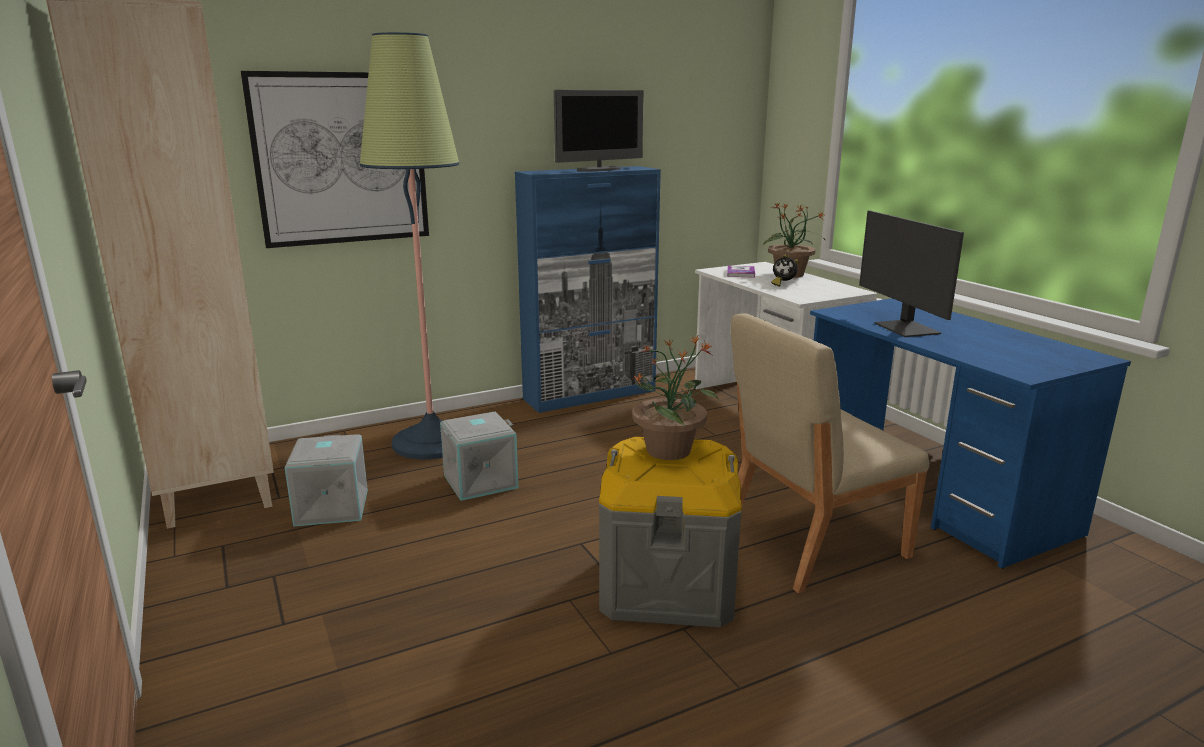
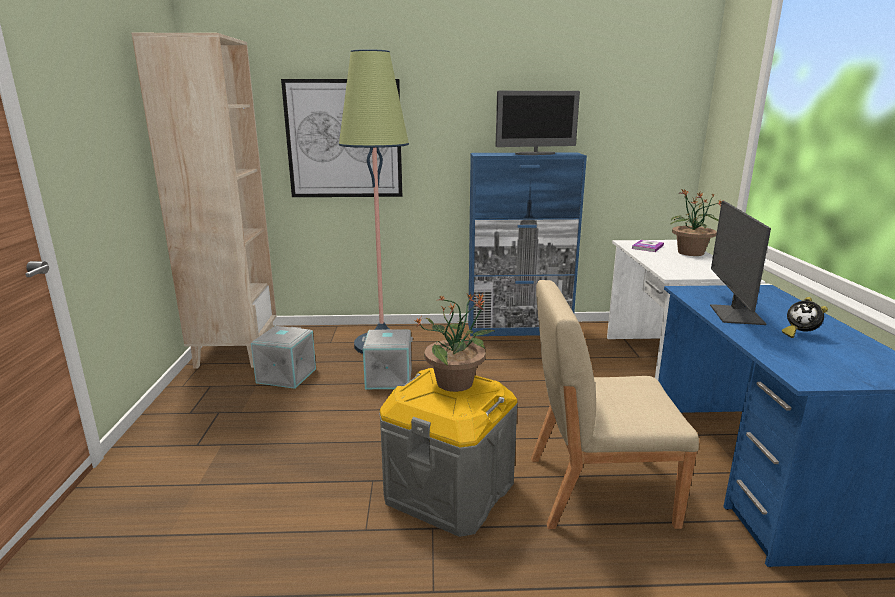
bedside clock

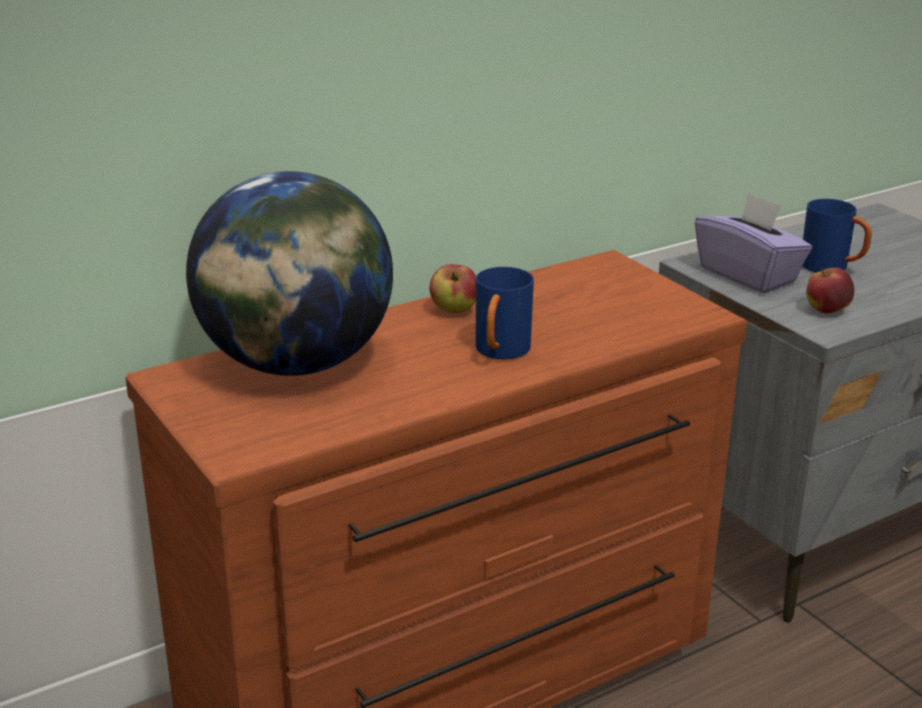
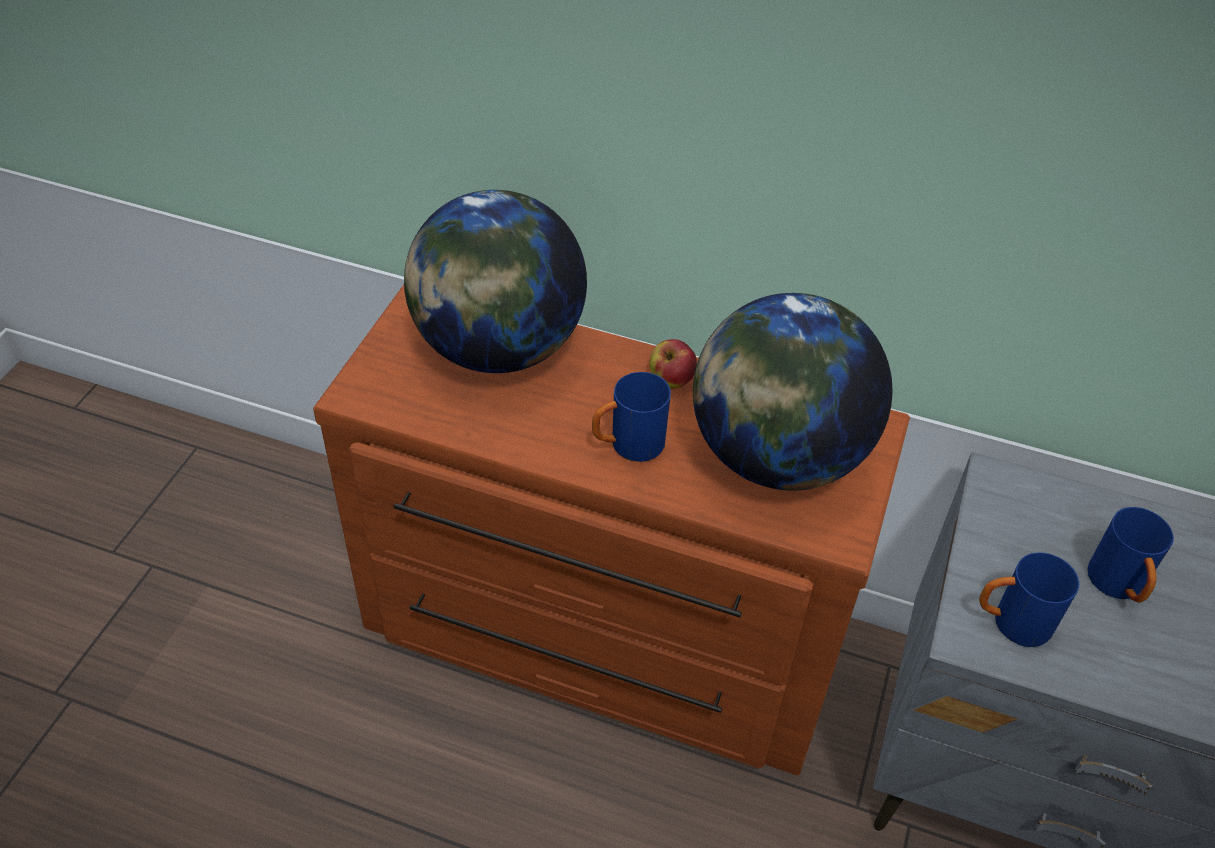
desk globe (no. 2 from left)
tea mug in bluish (no. 2 from left)
tissue box in purple

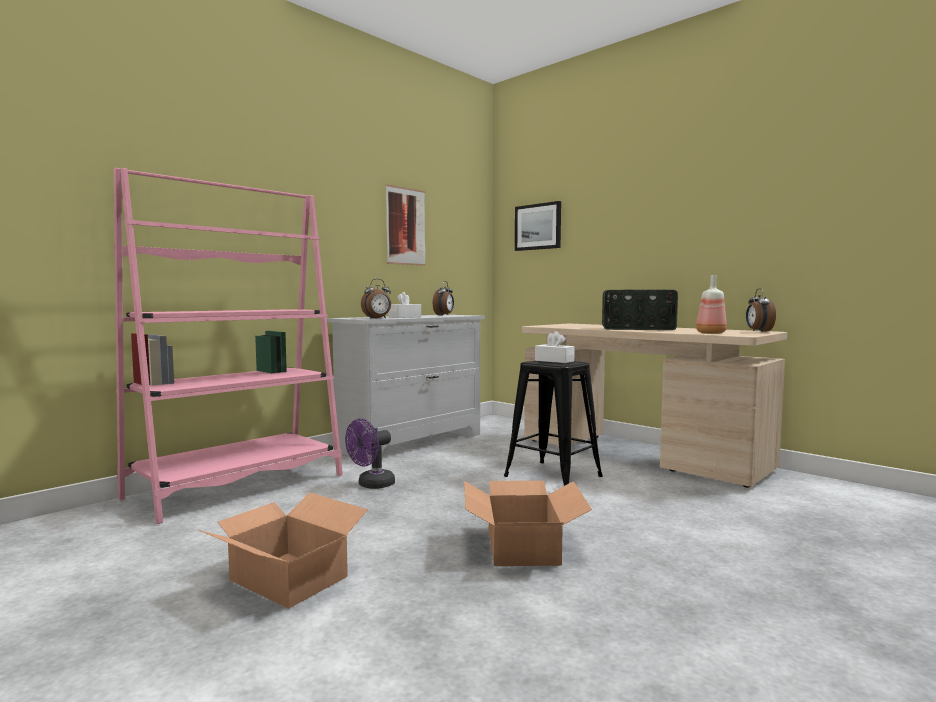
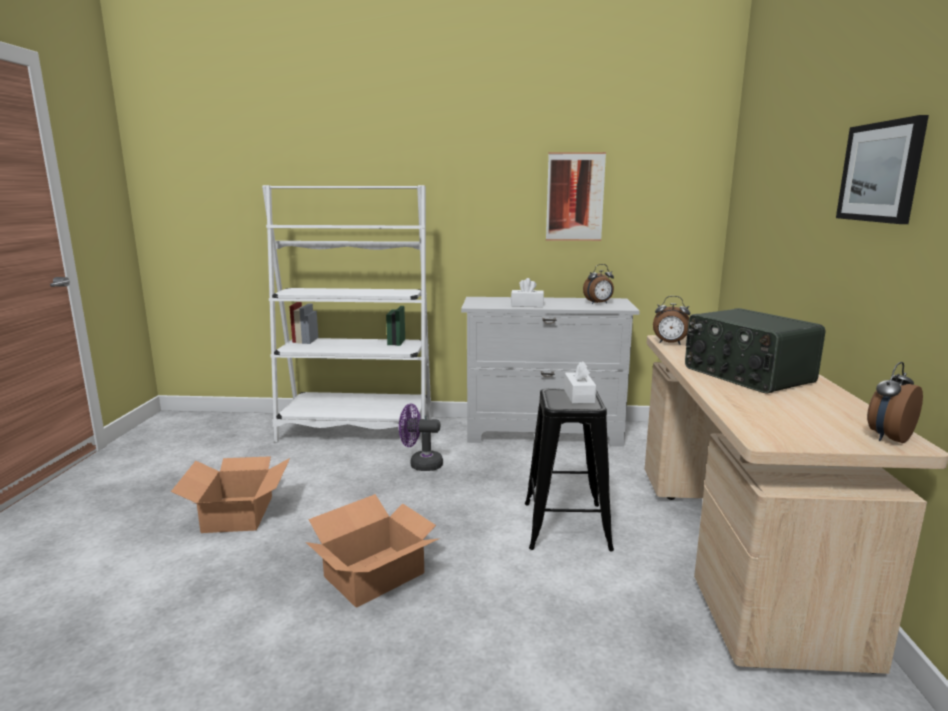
bookcase in white
bedside clock (no. 2 from left)
wall art (no. 2 from left)
bottle

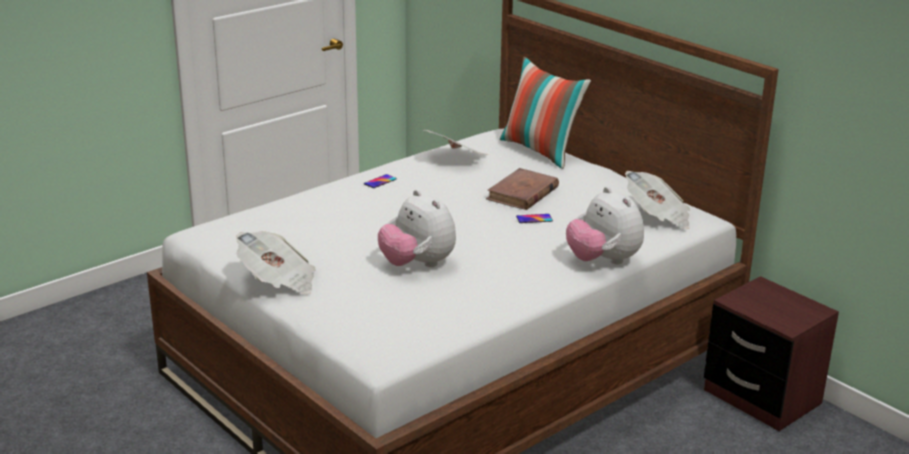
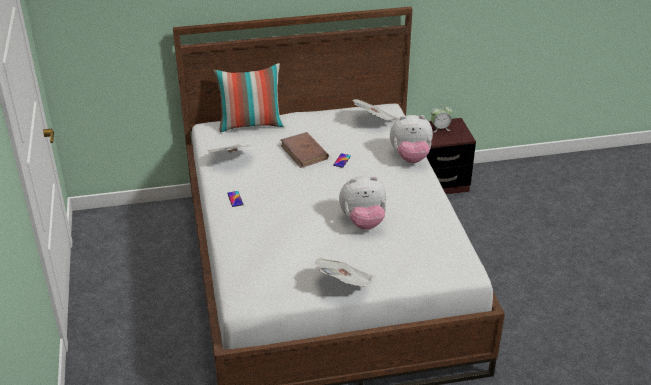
bedside clock

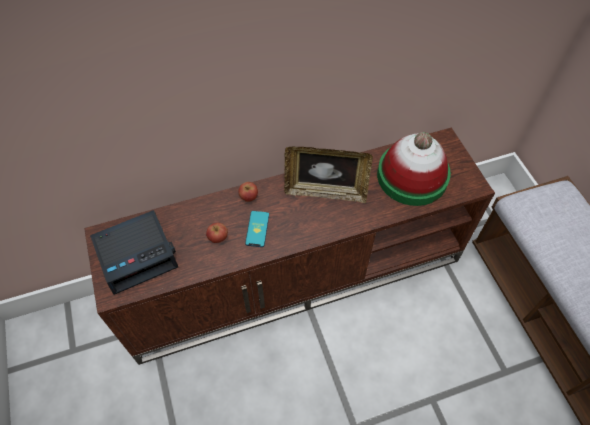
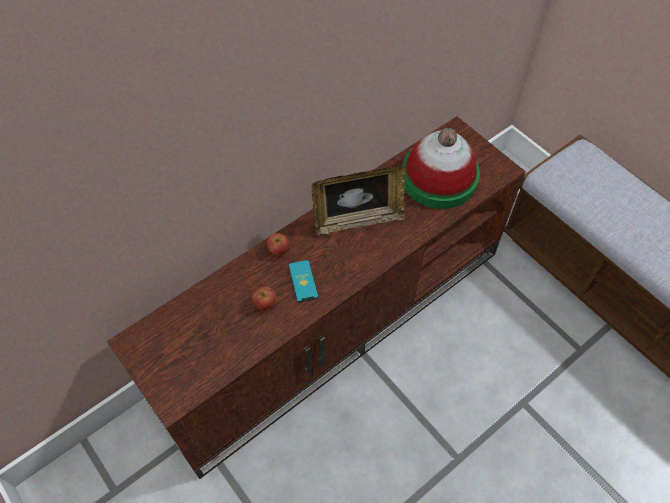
bedside clock

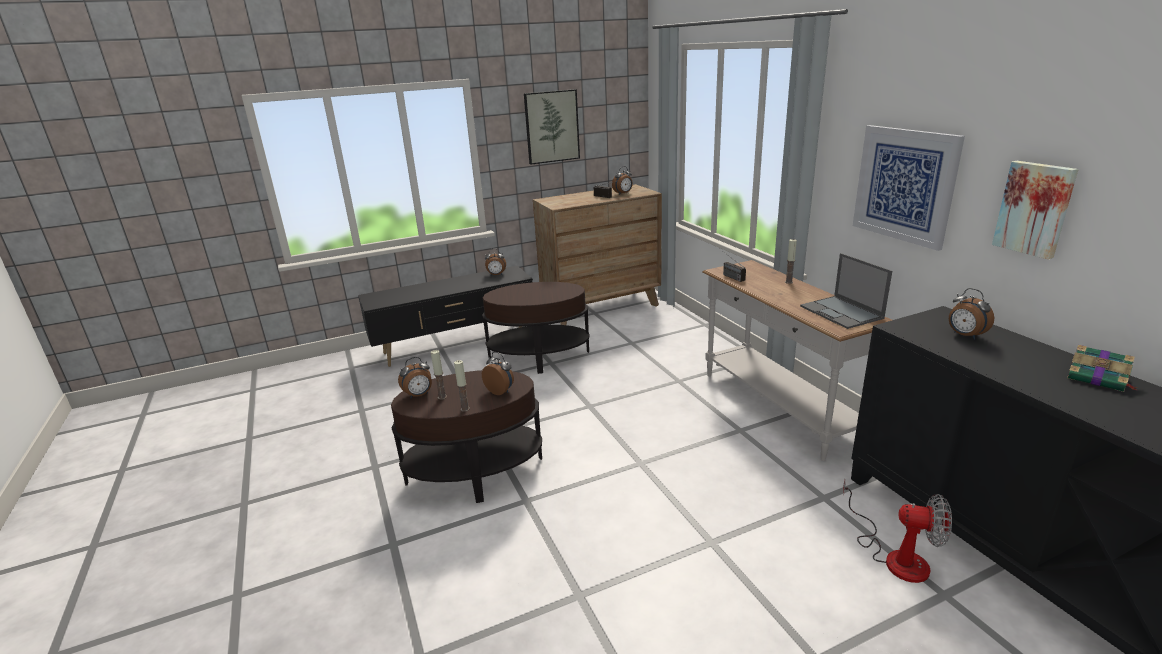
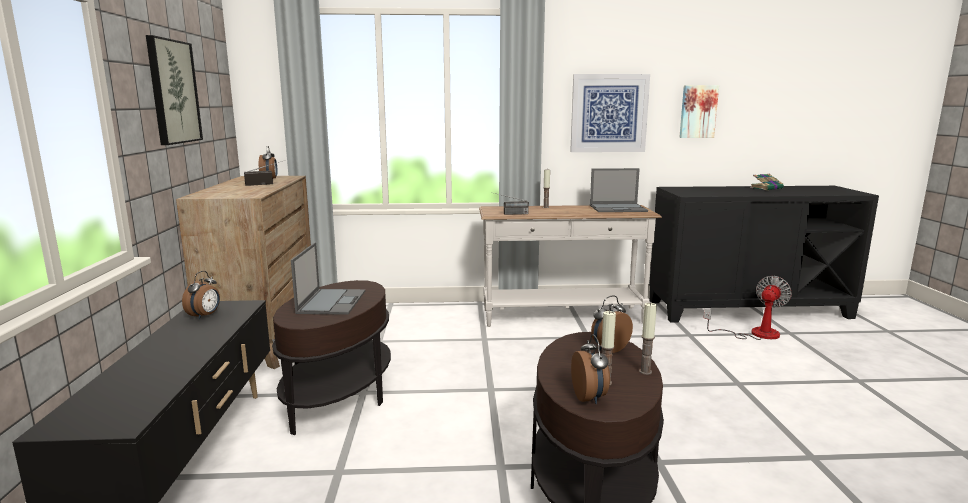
laptop (no. 1 from left)
bedside clock (no. 5 from left in the first image)

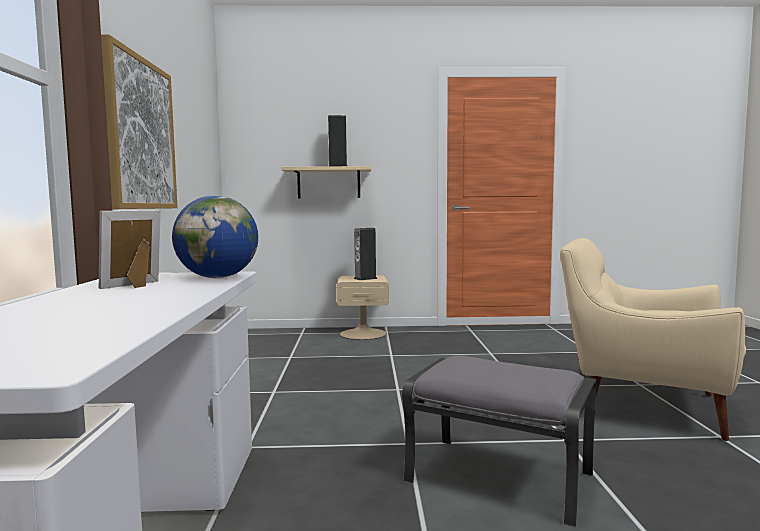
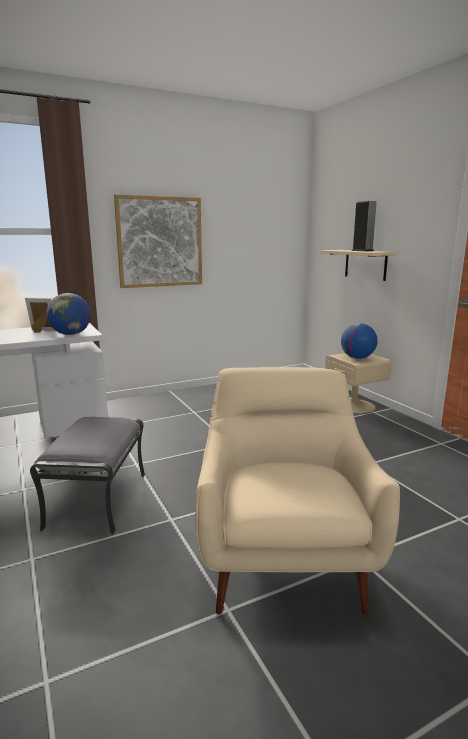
desk globe (no. 2 from left)

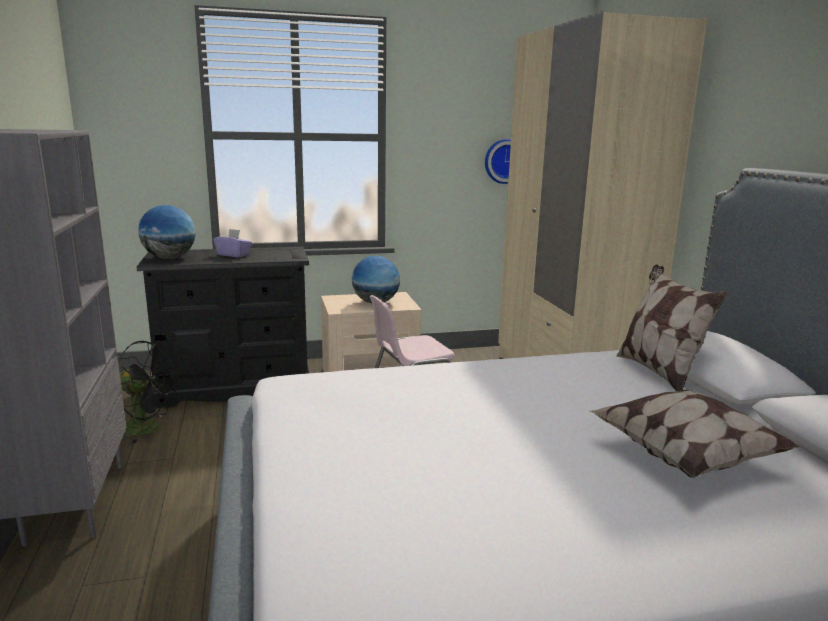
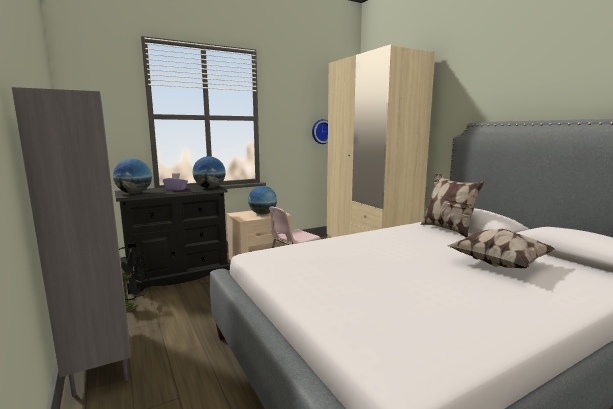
desk globe (no. 2 from left)

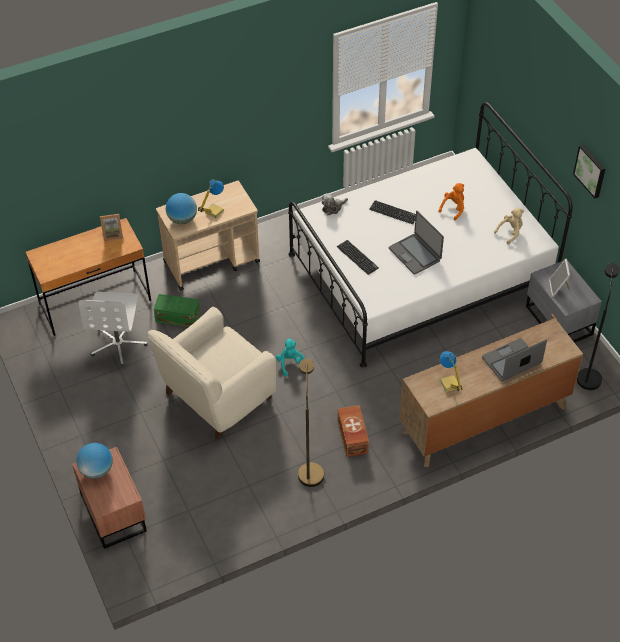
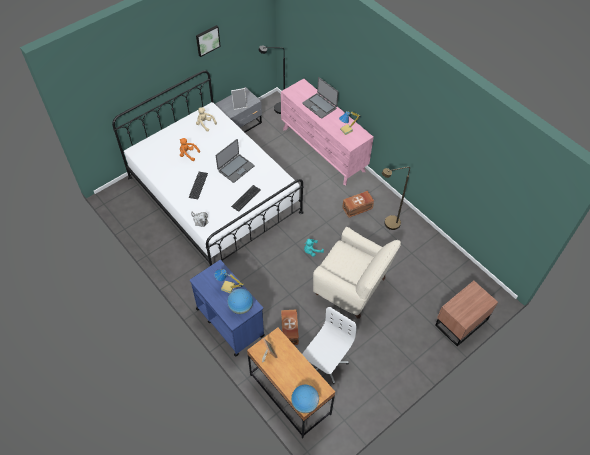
cart in bluish
chest of drawers in pink-coloured
storage box in brownish (no. 1 from left)
desk globe (no. 2 from left)
office chair in white

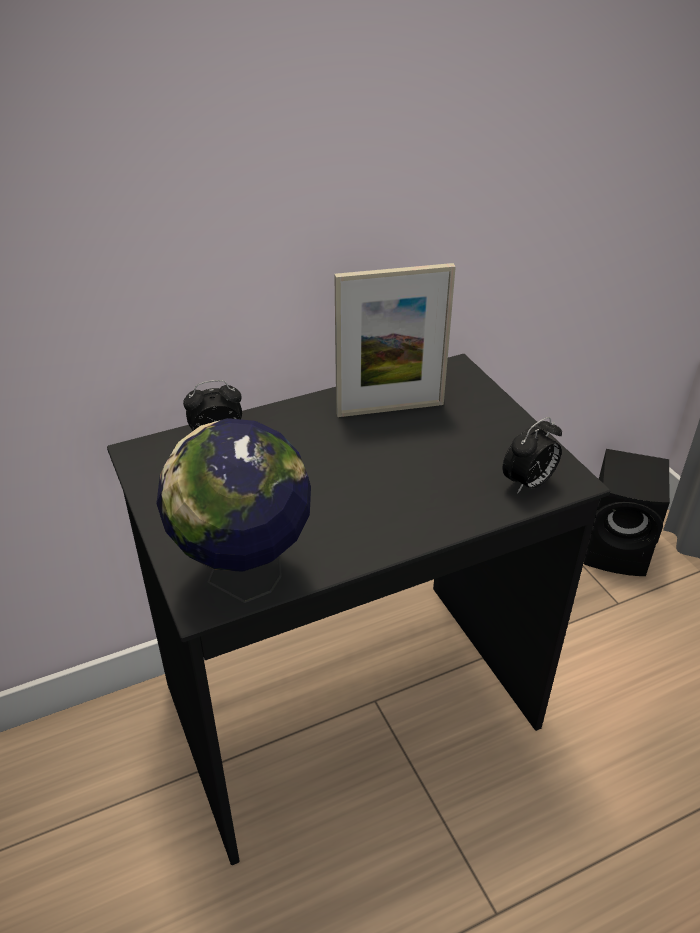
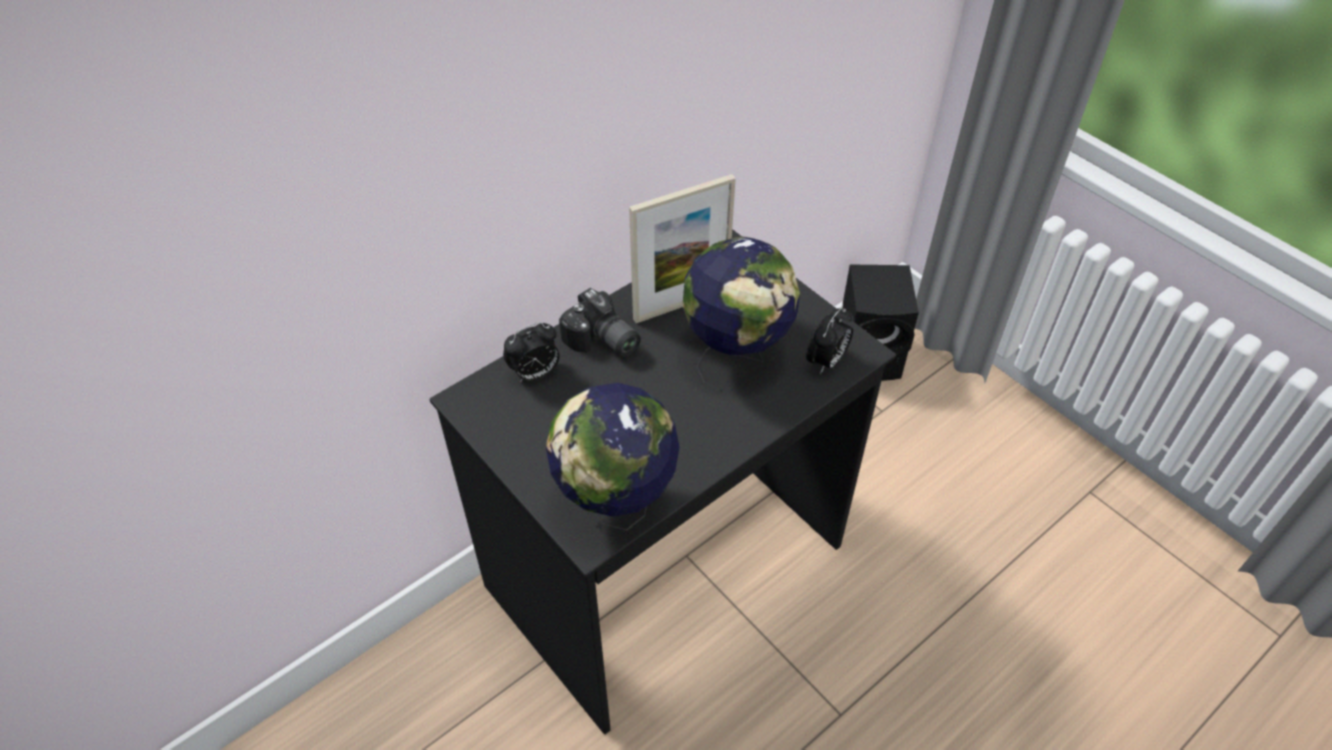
photo camera
desk globe (no. 2 from left)

